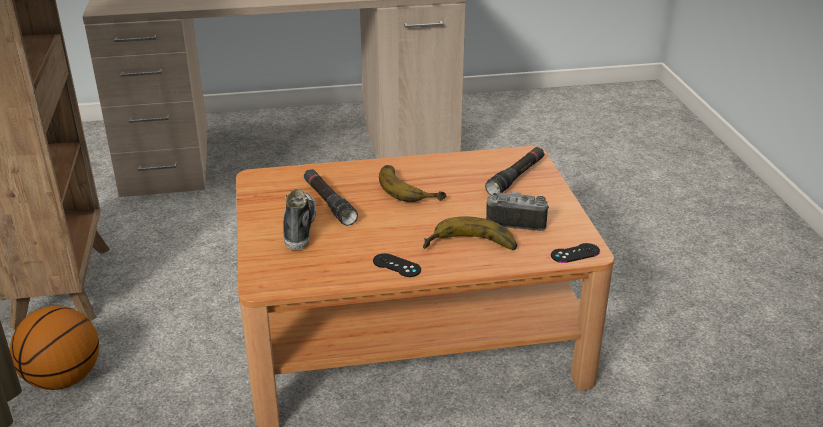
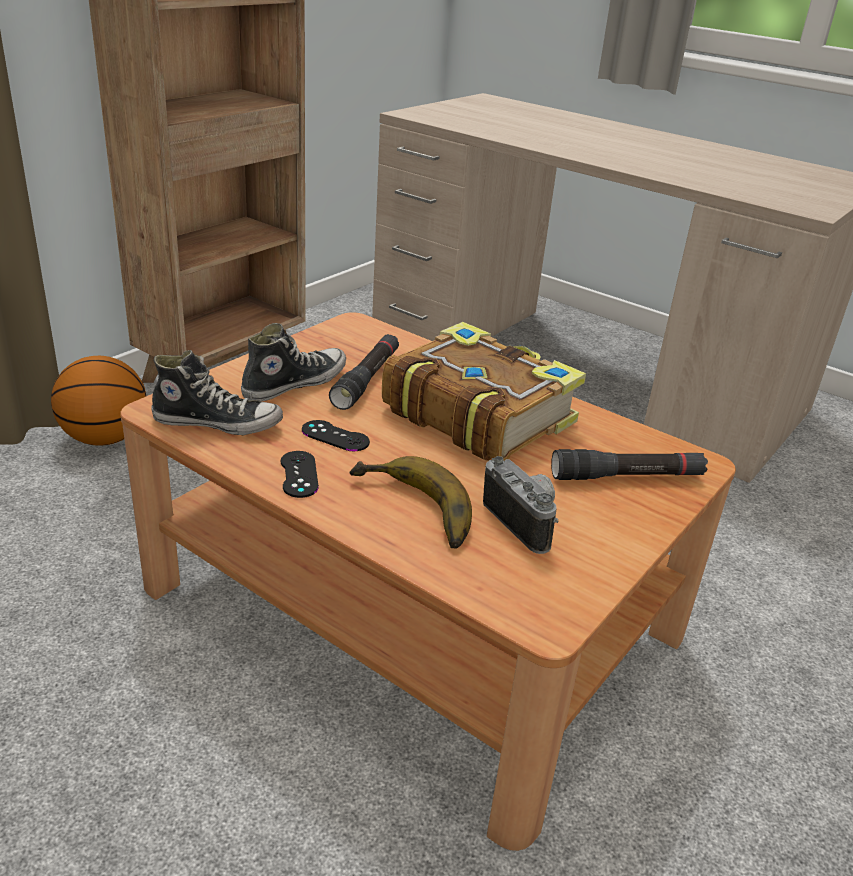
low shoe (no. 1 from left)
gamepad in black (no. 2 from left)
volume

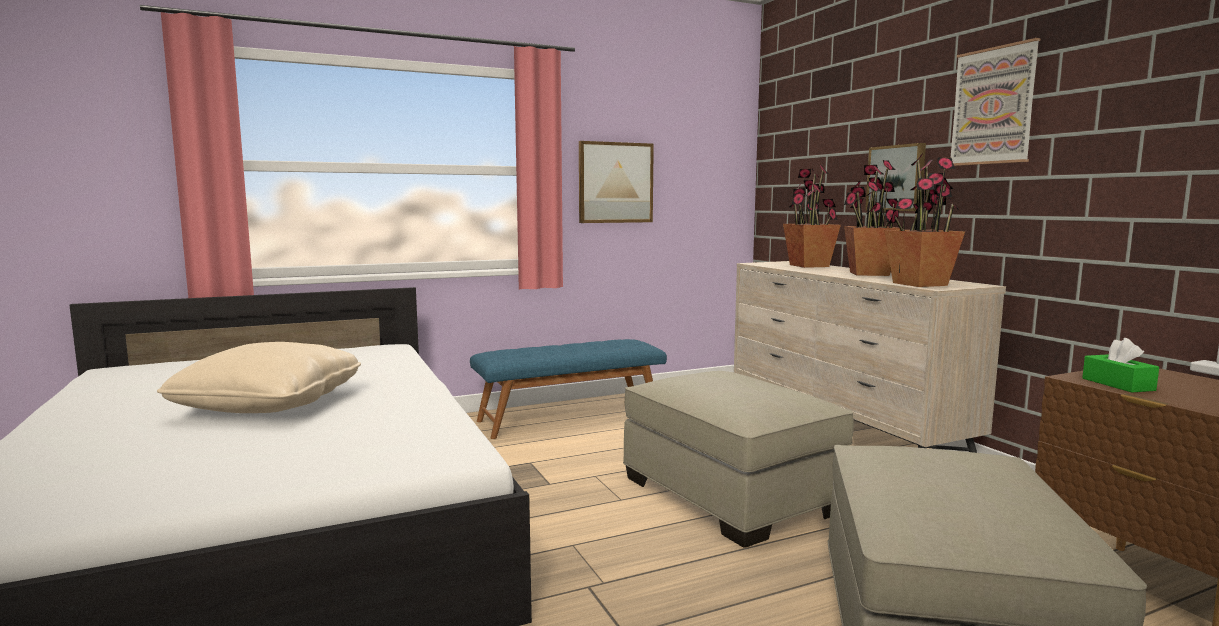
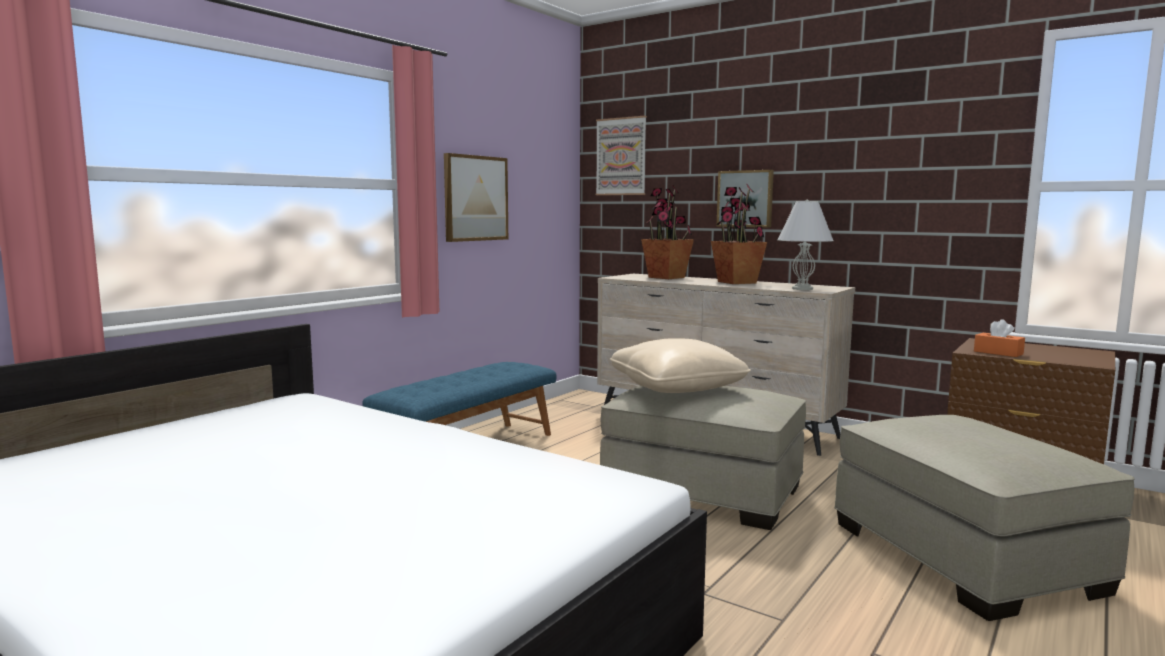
wall art (no. 2 from left)
pillow in beige-coloured
lamp for a table in white
tissue box in orangey

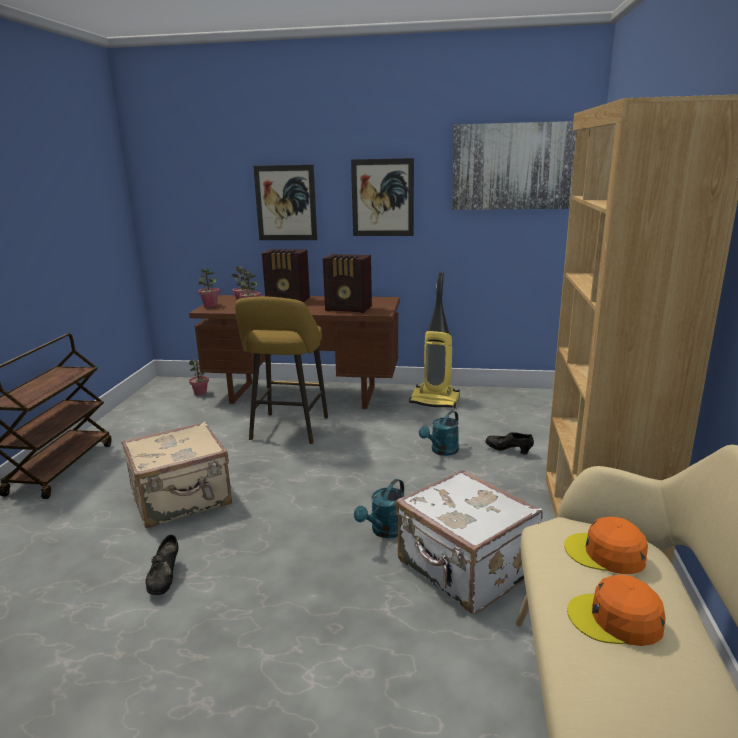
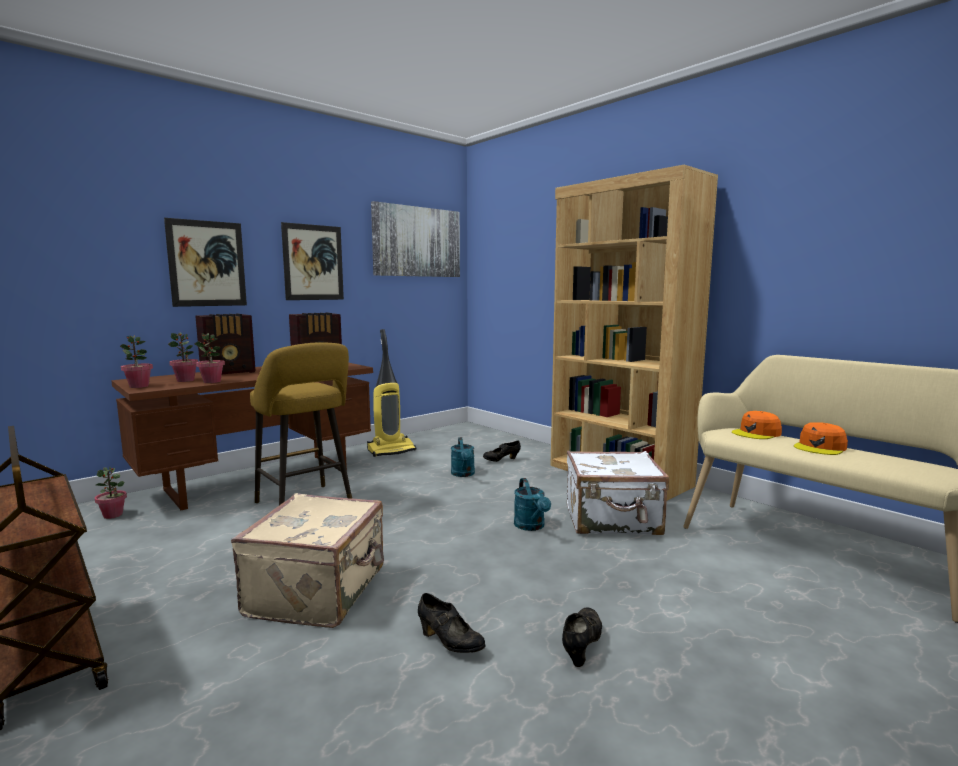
low shoe in black (no. 3 from left)

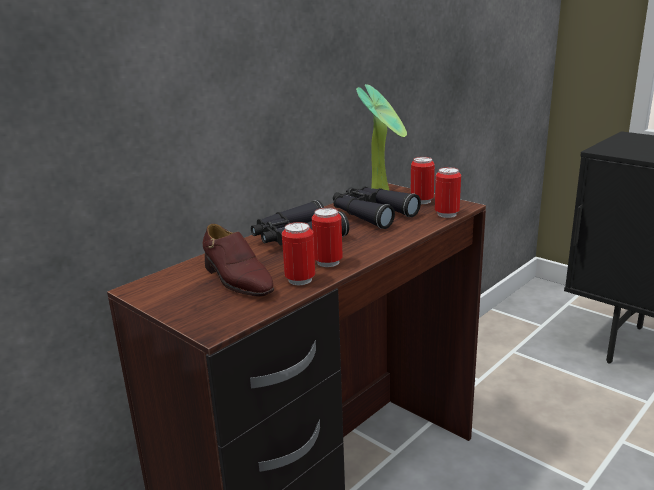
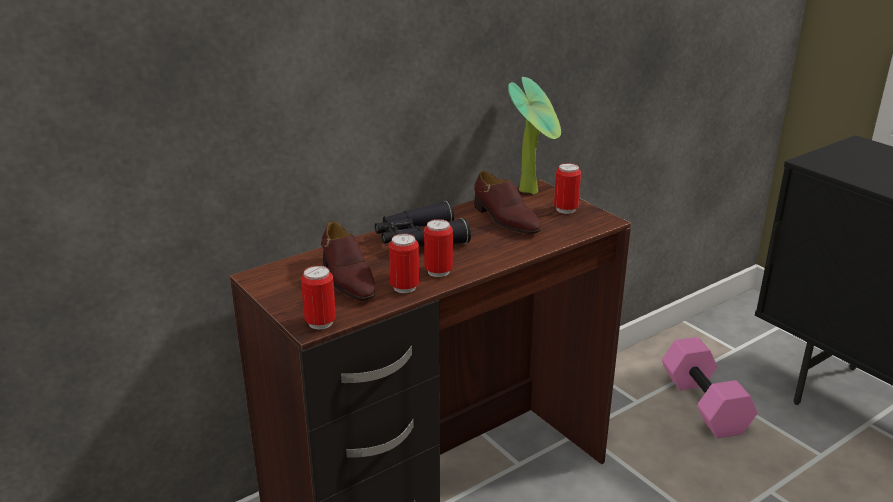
sealed can (no. 1 from left)
low shoe in brownish (no. 2 from left)
free weight in pink-coloured

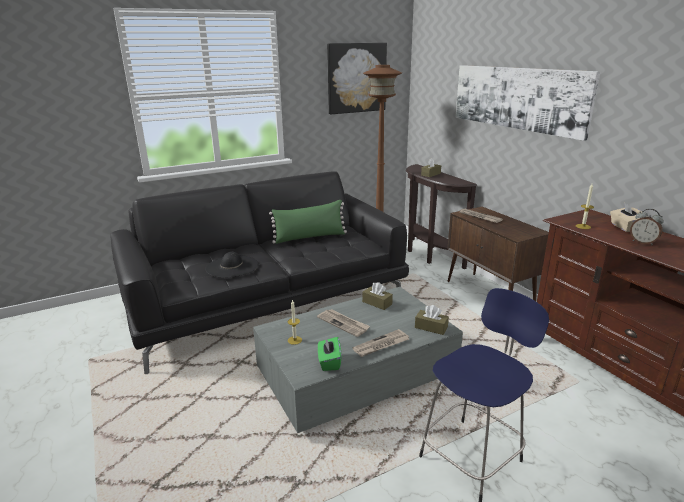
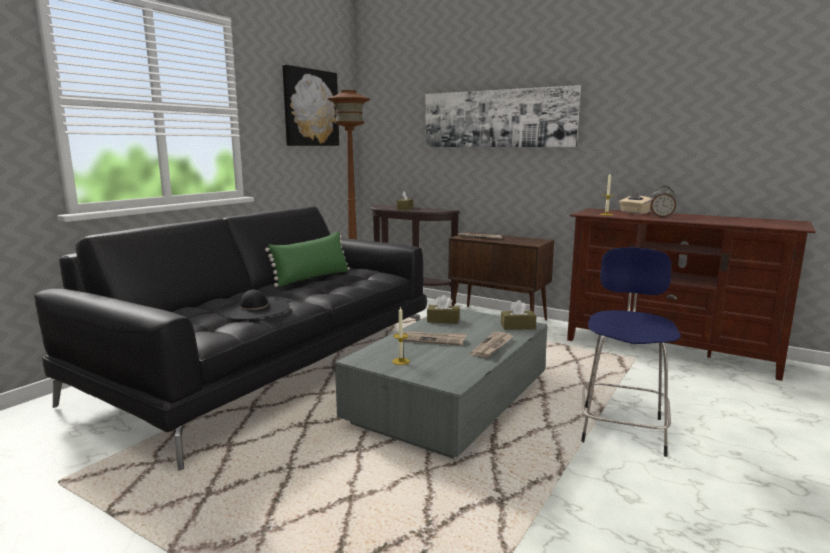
tissue box in greenish

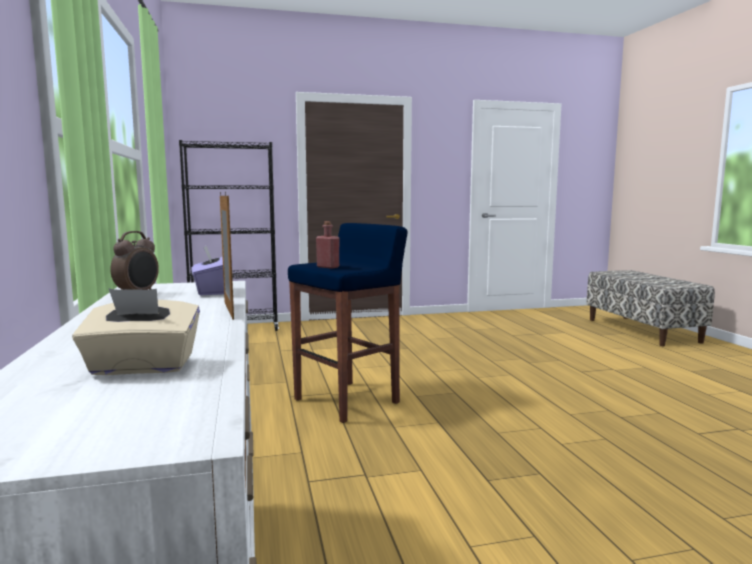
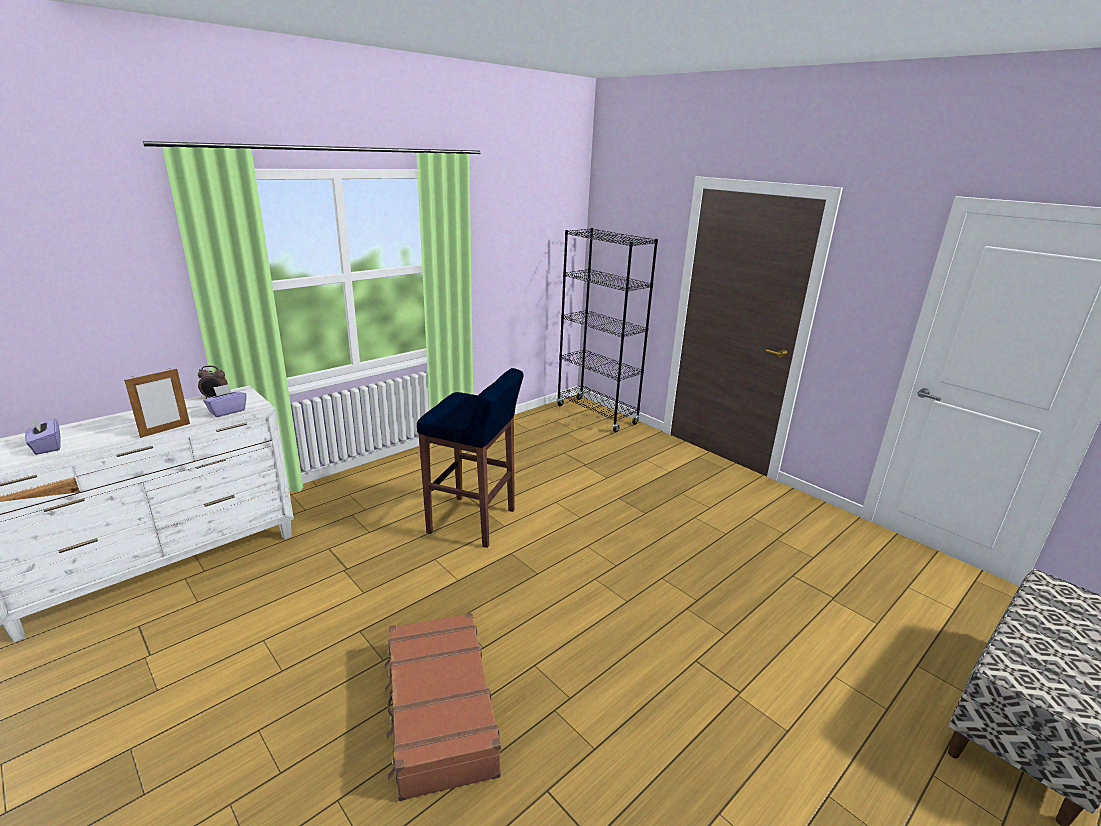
tissue box in purple (no. 1 from left)
travel case in brownish
bottle in red

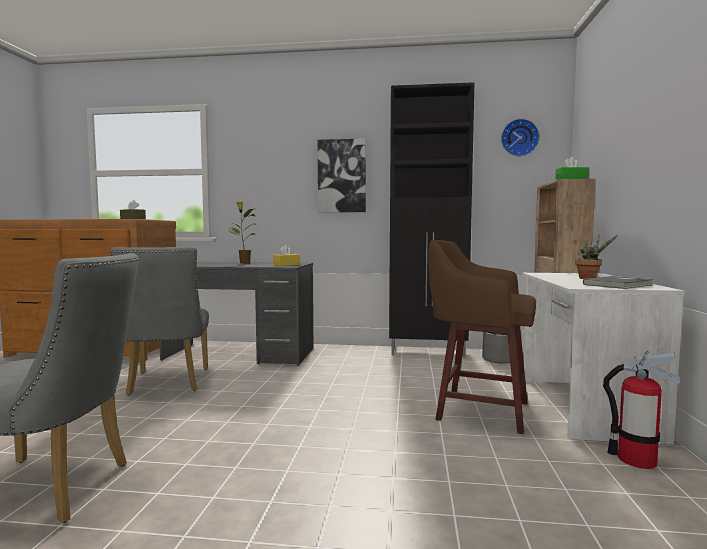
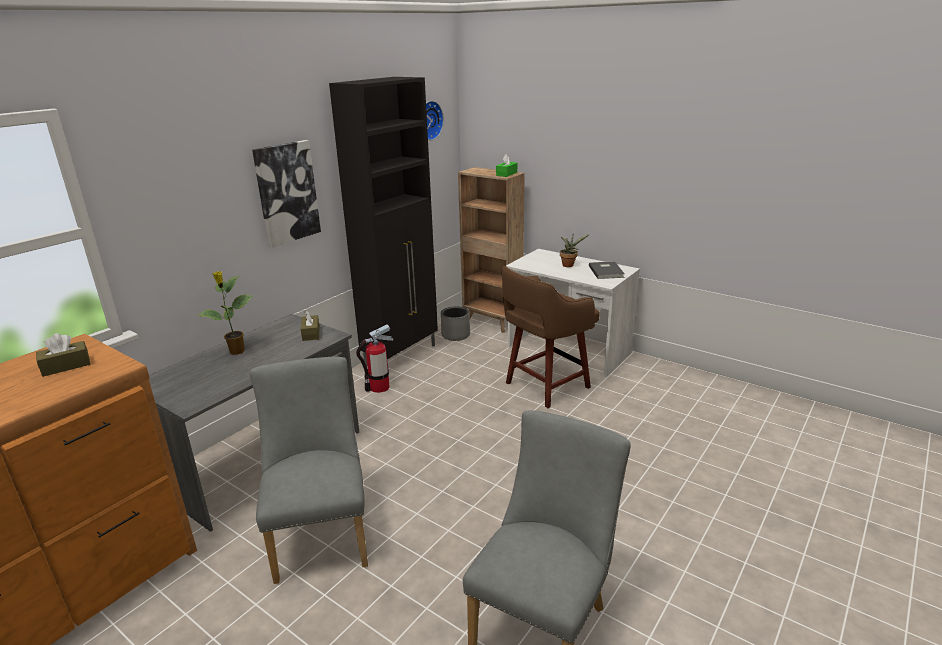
chair in greyish (no. 1 from left)
tissue box in brownish (no. 2 from left)
fire-fighting cylinder

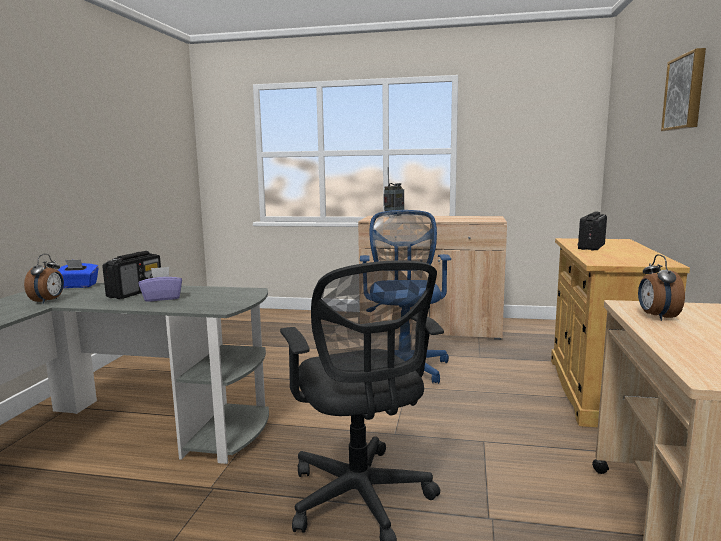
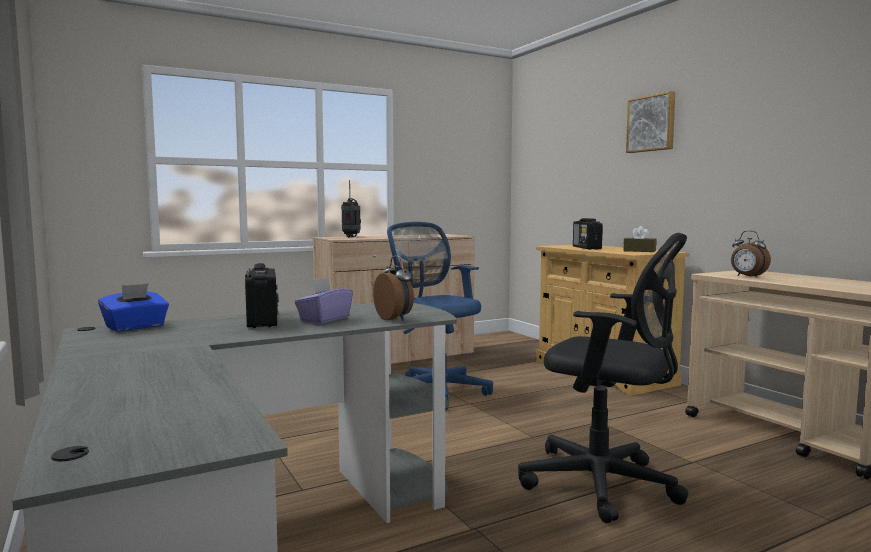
bedside clock (no. 1 from left)
tissue box in brownish

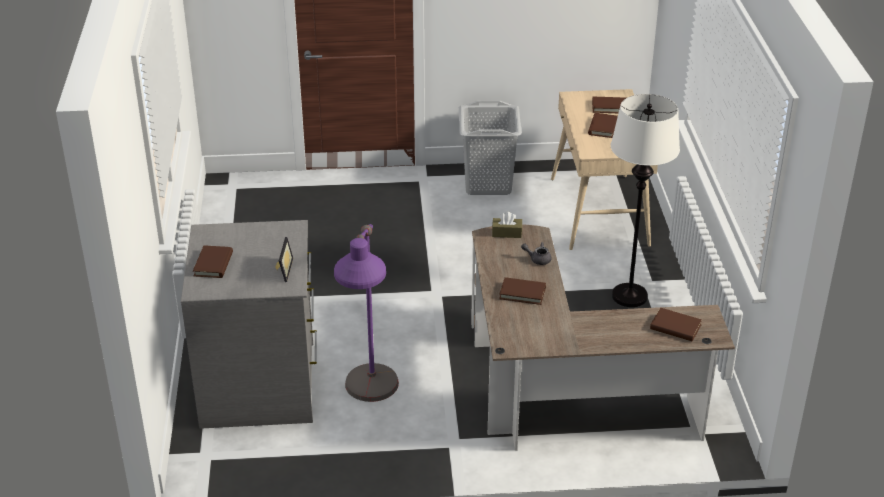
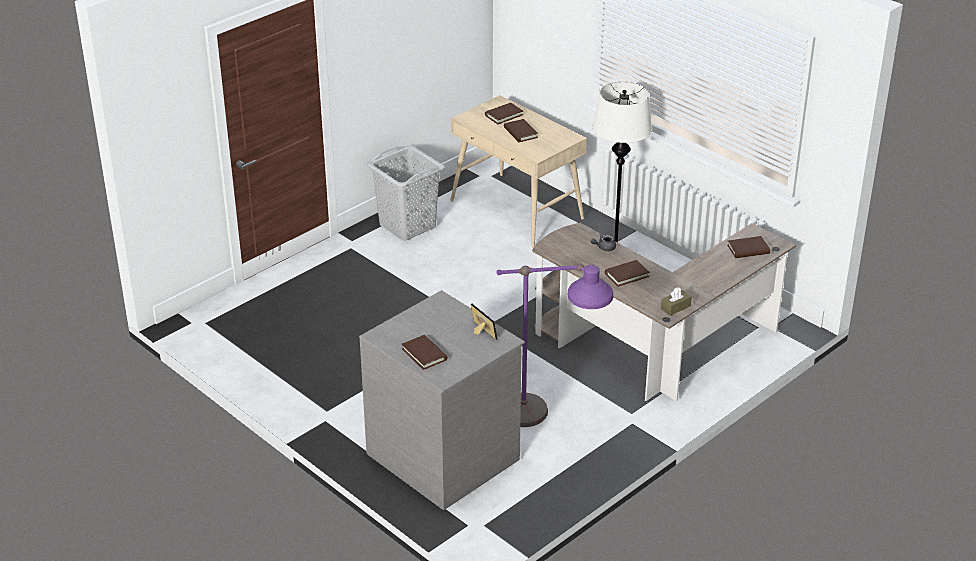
tissue box in brownish

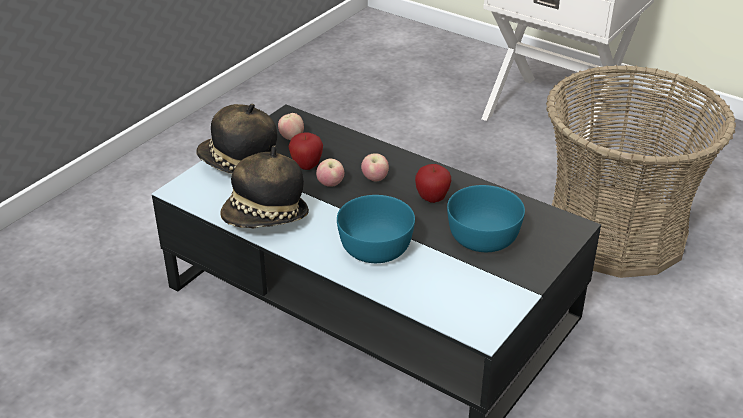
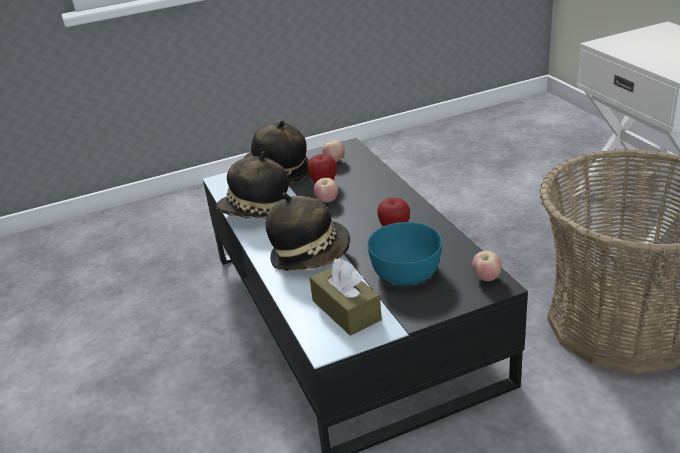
wearable hat (no. 3 from left)
tissue box in brownish
apple fruit (no. 5 from left)

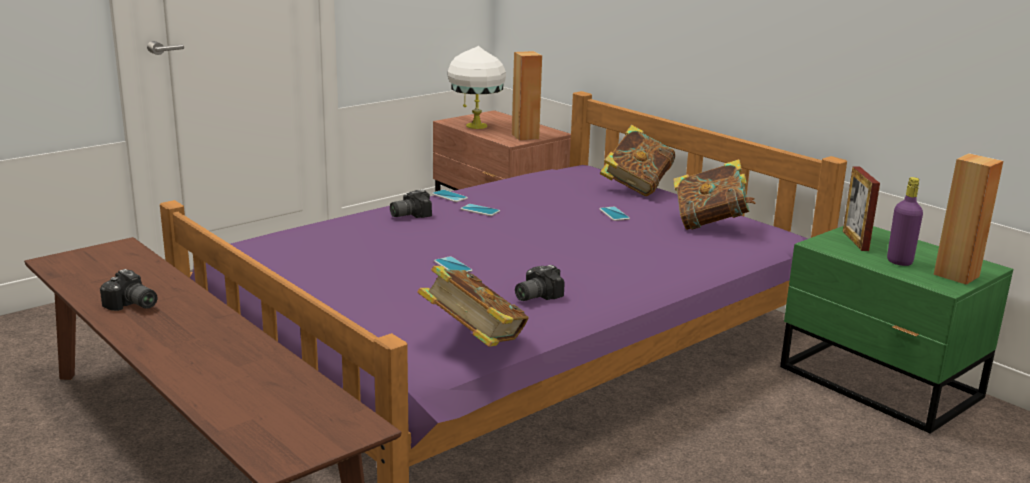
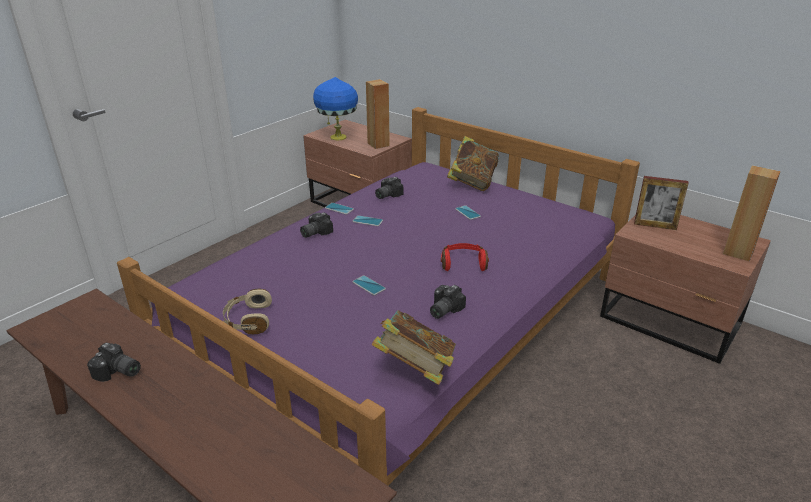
headset in beige-coloured
lamp for a table in bluish
photo camera (no. 3 from left)
headset in red
nightstand in brownish (no. 2 from left)
picture frame
volume (no. 3 from left in the first image)
bottle in purple

